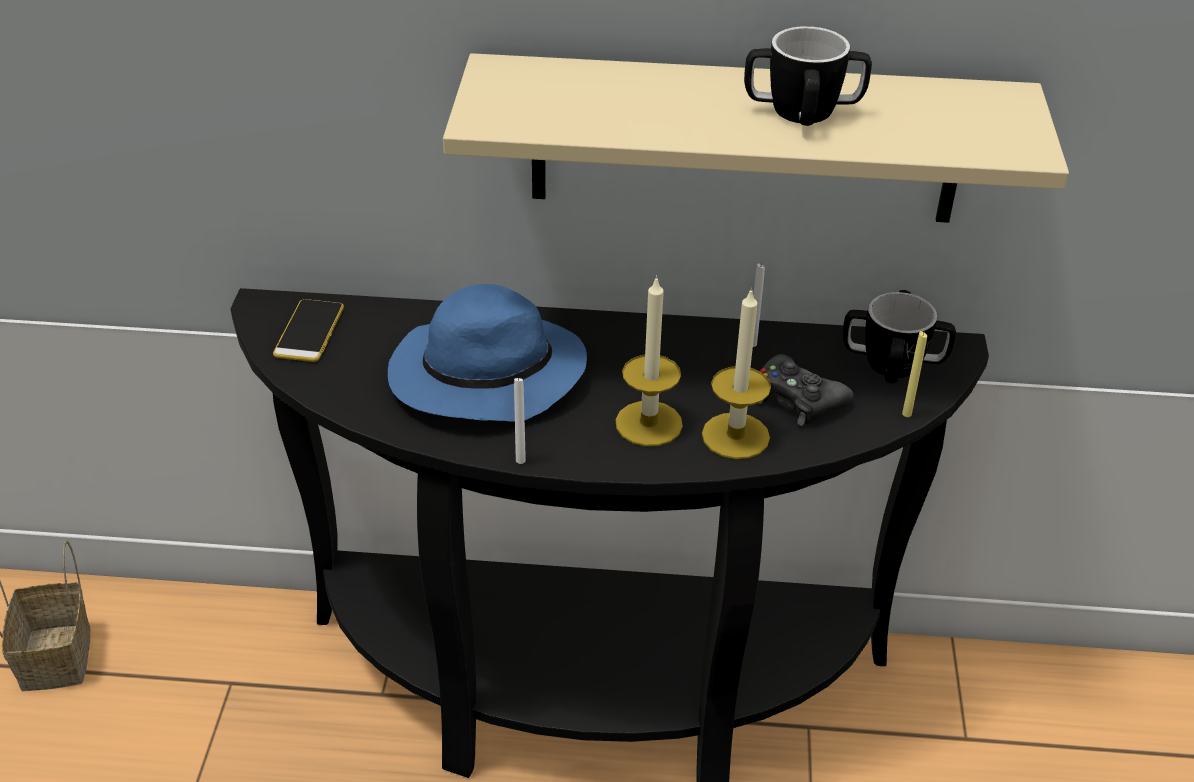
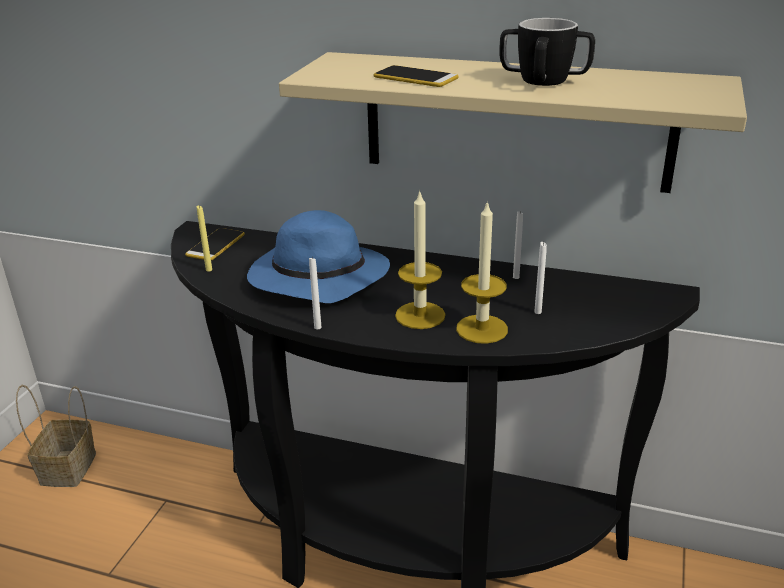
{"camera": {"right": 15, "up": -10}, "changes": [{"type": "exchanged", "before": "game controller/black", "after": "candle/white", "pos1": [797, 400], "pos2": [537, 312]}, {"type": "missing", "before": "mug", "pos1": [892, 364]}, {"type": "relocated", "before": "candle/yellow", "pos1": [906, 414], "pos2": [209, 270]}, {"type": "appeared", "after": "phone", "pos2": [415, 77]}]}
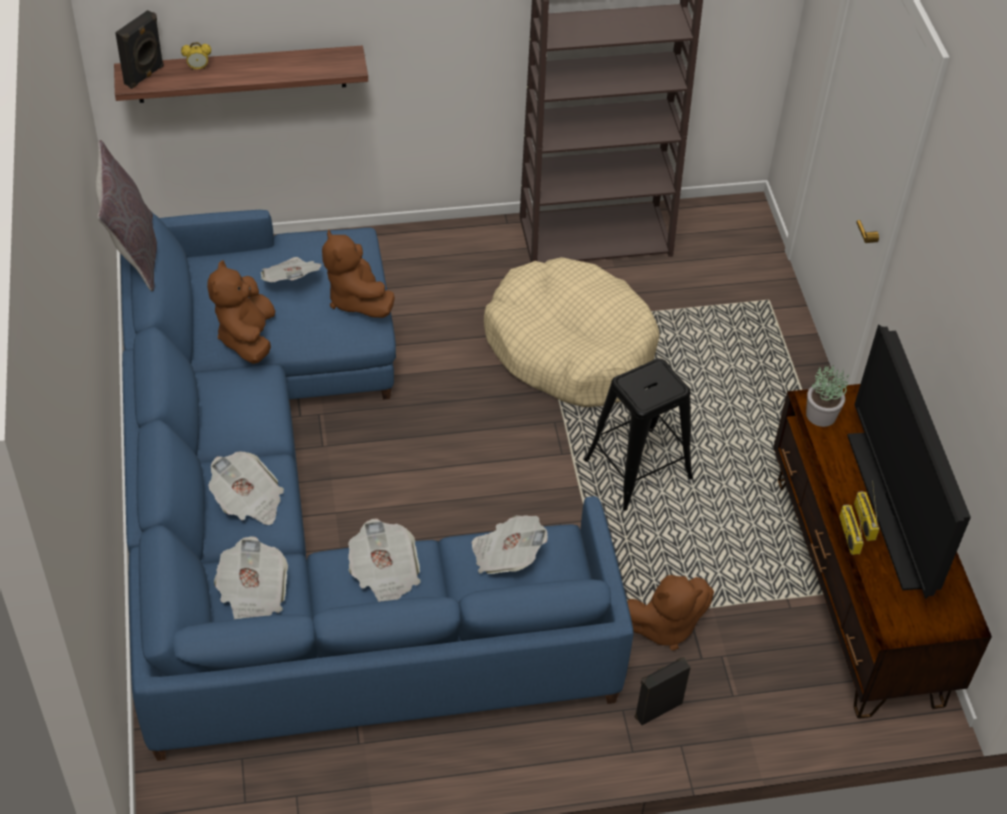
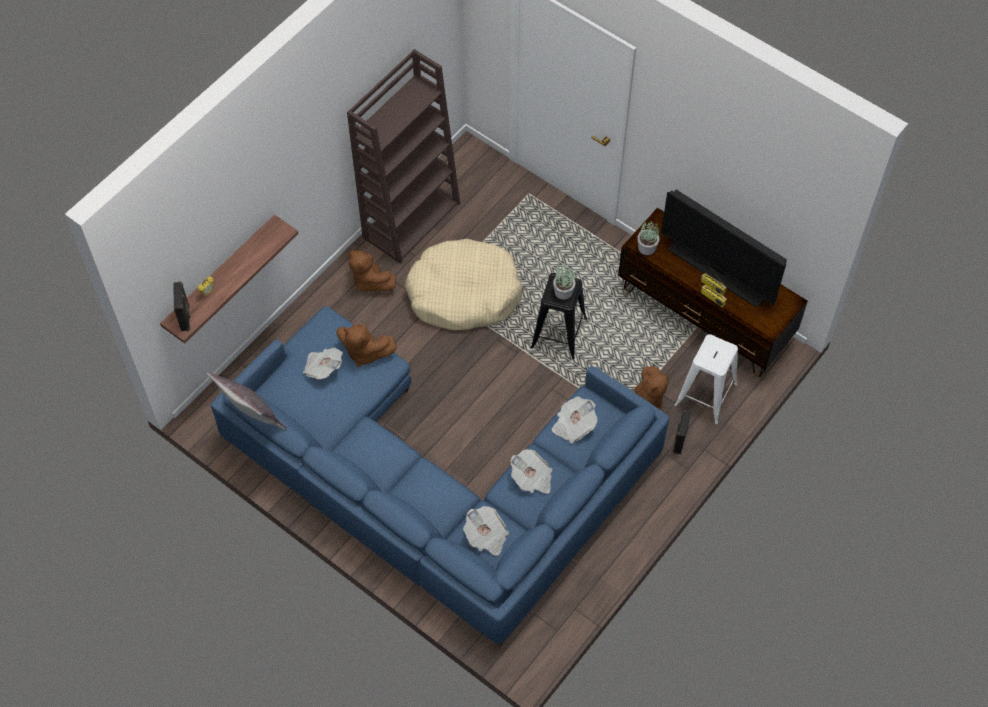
{"camera": {"right": -40, "up": 10}, "changes": [{"type": "relocated", "before": "plush toy/brown", "pos1": [247, 338], "pos2": [370, 281]}, {"type": "missing", "before": "newspaper", "pos1": [248, 501]}, {"type": "appeared", "after": "potted plant", "pos2": [563, 291]}, {"type": "appeared", "after": "stool/white", "pos2": [706, 394]}]}
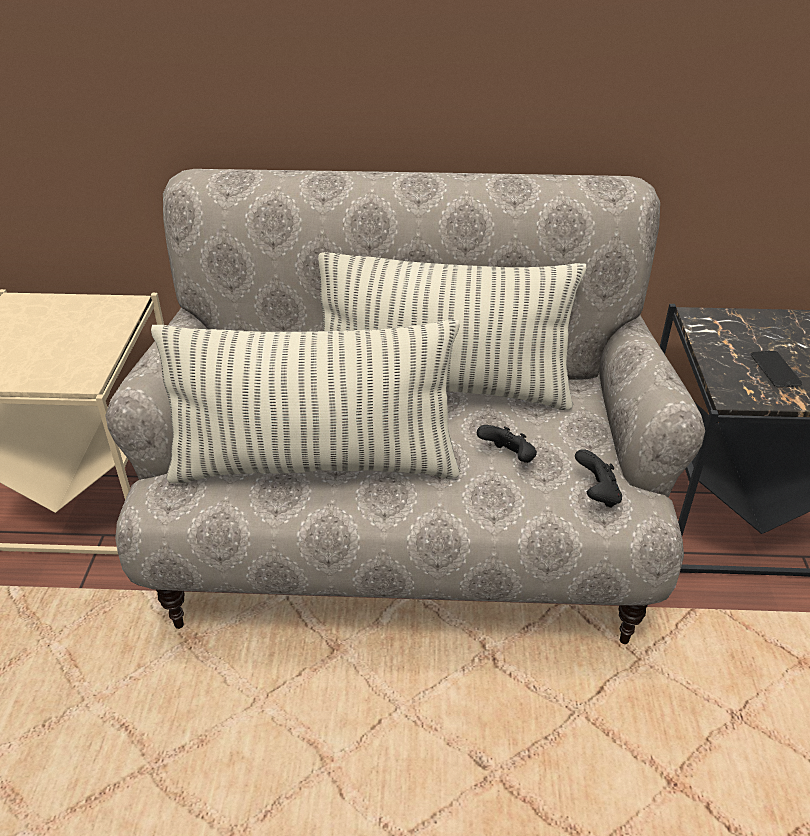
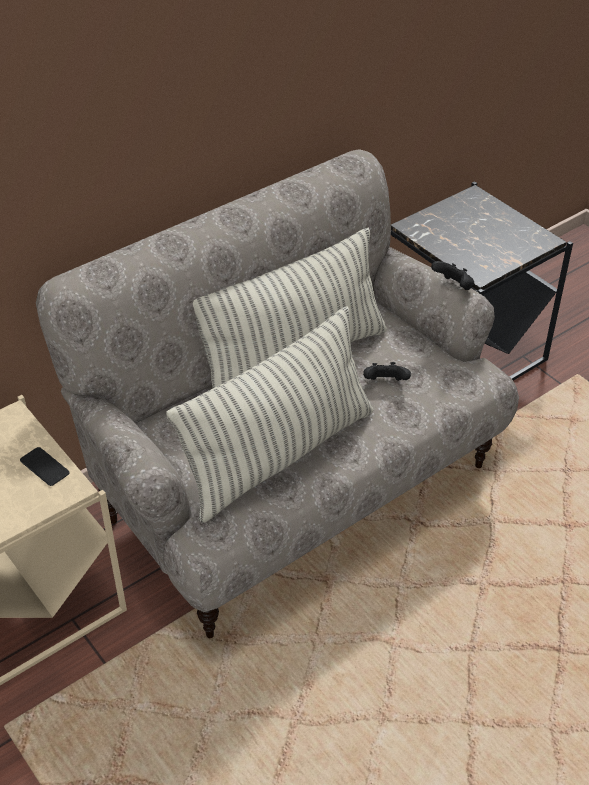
{"camera": {"right": -40, "up": 5}, "changes": [{"type": "relocated", "before": "game controller/black", "pos1": [596, 494], "pos2": [453, 287]}, {"type": "relocated", "before": "phone", "pos1": [775, 370], "pos2": [44, 467]}]}
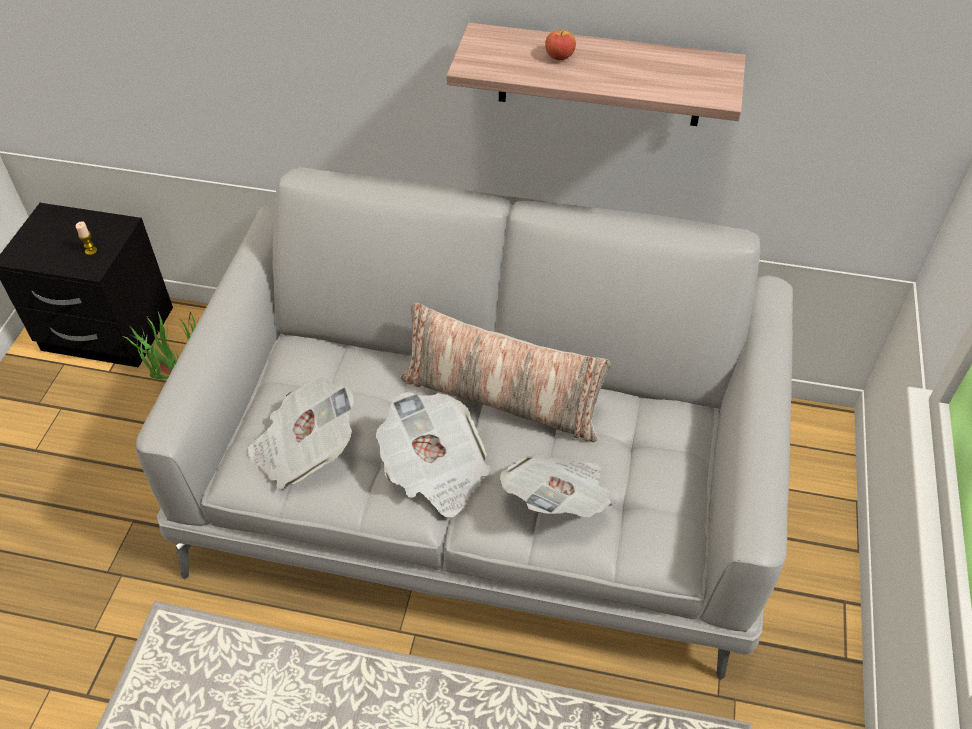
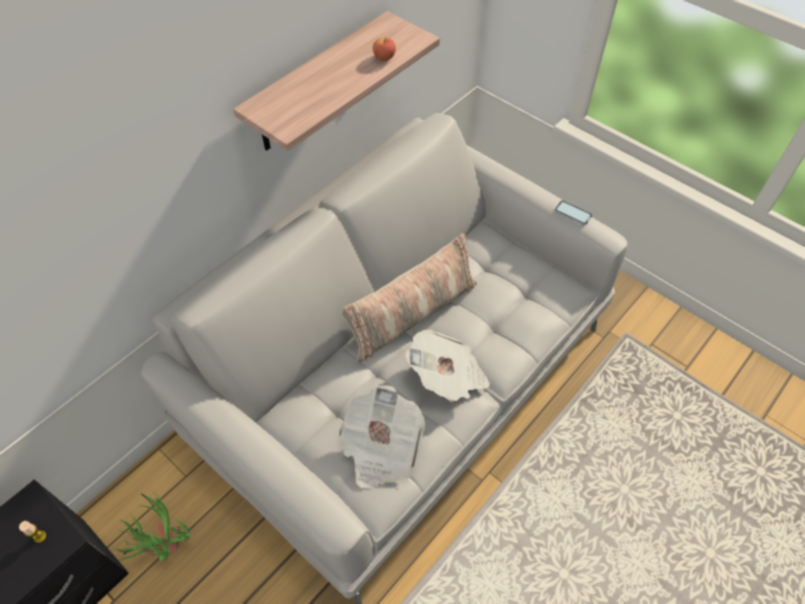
{"camera": {"right": -60, "up": 5}, "changes": [{"type": "missing", "before": "newspaper", "pos1": [558, 500]}, {"type": "relocated", "before": "apple", "pos1": [559, 56], "pos2": [384, 57]}, {"type": "appeared", "after": "phone", "pos2": [572, 213]}]}
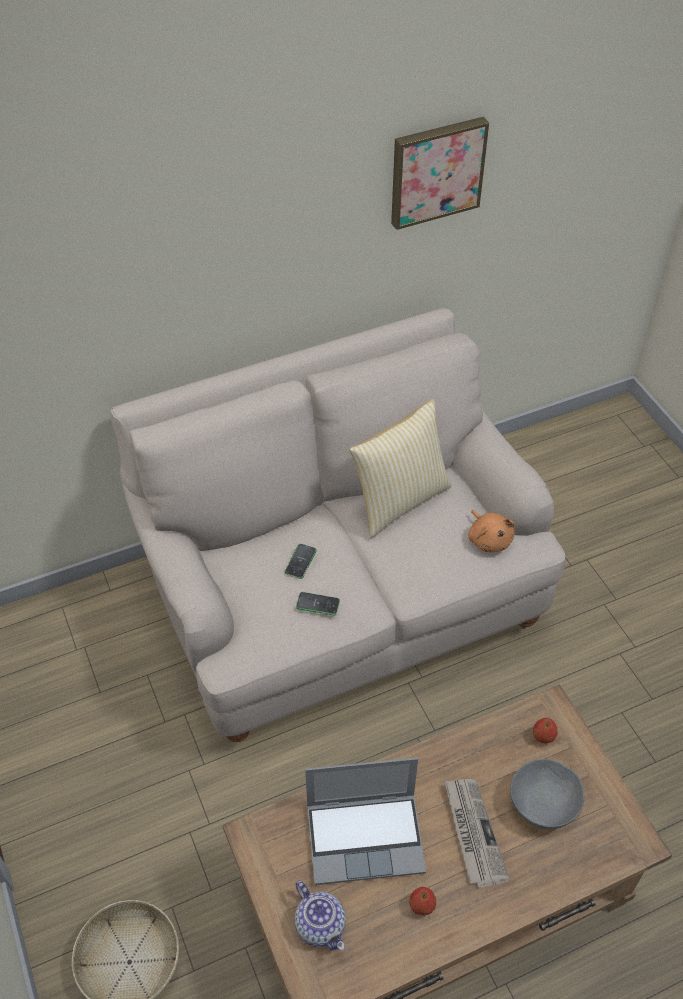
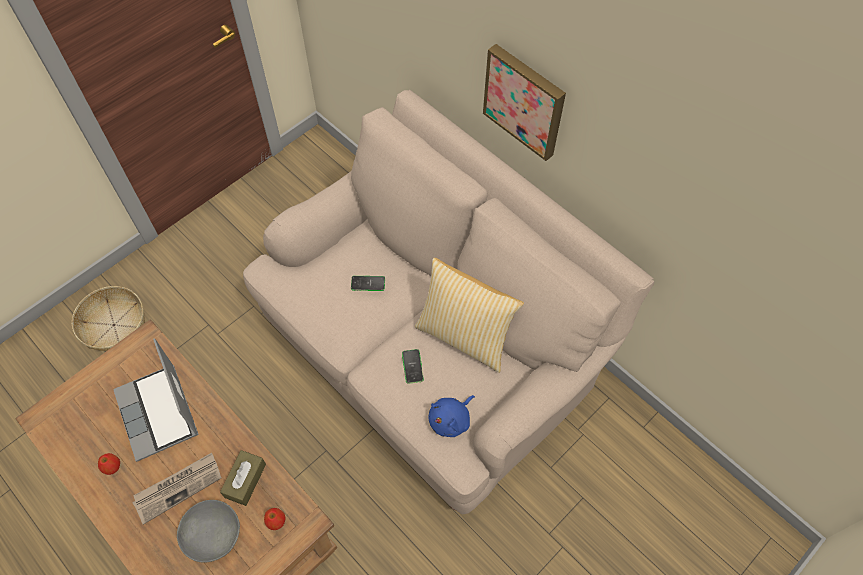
{"camera": {"right": 70, "up": 10}, "changes": [{"type": "missing", "before": "teapot", "pos1": [320, 924]}, {"type": "relocated", "before": "phone", "pos1": [318, 604], "pos2": [412, 366]}, {"type": "relocated", "before": "picture", "pos1": [436, 171], "pos2": [525, 101]}, {"type": "colour", "before": "plush toy/orange", "after": "plush toy/blue", "pos1": [489, 539], "pos2": [451, 420]}, {"type": "appeared", "after": "tissue box/brown", "pos2": [245, 480]}]}
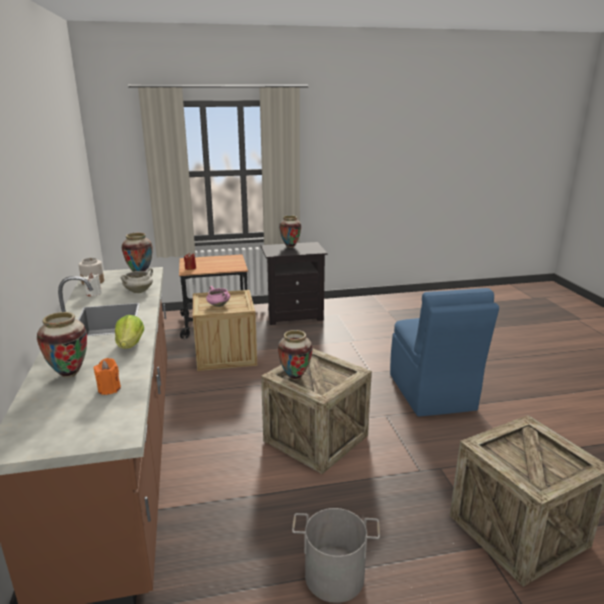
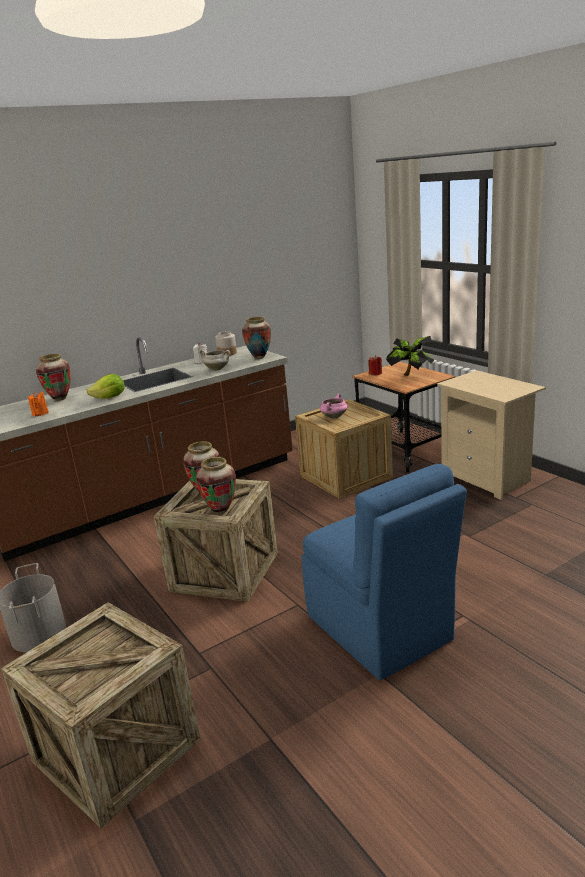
{"camera": {"right": 70, "up": 0}, "changes": [{"type": "colour", "before": "nightstand/black", "after": "nightstand/beige", "pos1": [293, 315], "pos2": [488, 478]}, {"type": "relocated", "before": "vase", "pos1": [290, 246], "pos2": [221, 511]}, {"type": "spun", "before": "chair/blue", "pos1": [432, 393], "pos2": [380, 630], "turn": -90}, {"type": "appeared", "after": "potted plant", "pos2": [411, 376]}]}
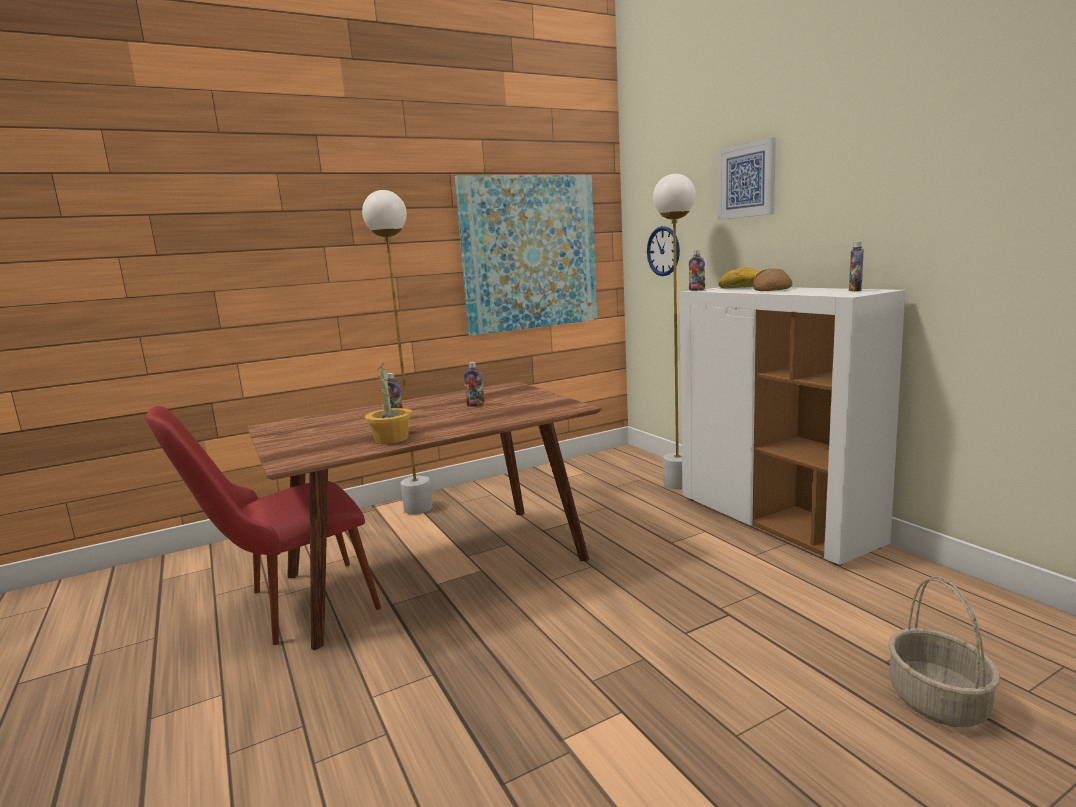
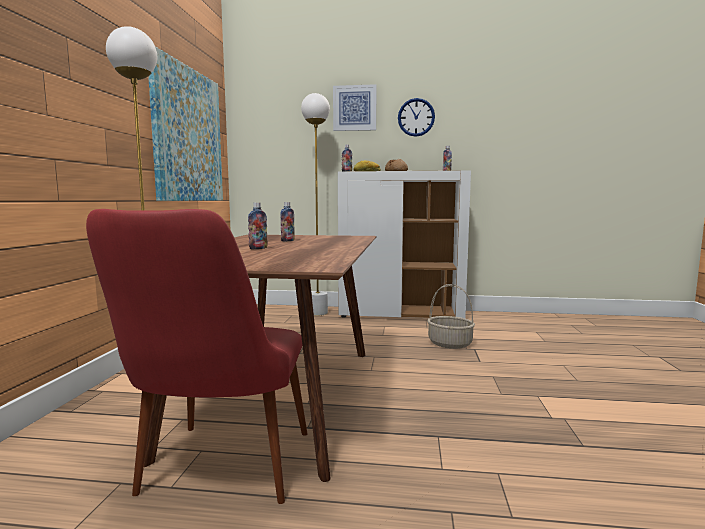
{"camera": {"right": -55, "up": -5}, "changes": [{"type": "missing", "before": "potted plant", "pos1": [392, 438]}, {"type": "relocated", "before": "wall clock", "pos1": [663, 251], "pos2": [416, 117]}, {"type": "relocated", "before": "basket", "pos1": [938, 702], "pos2": [450, 343]}]}
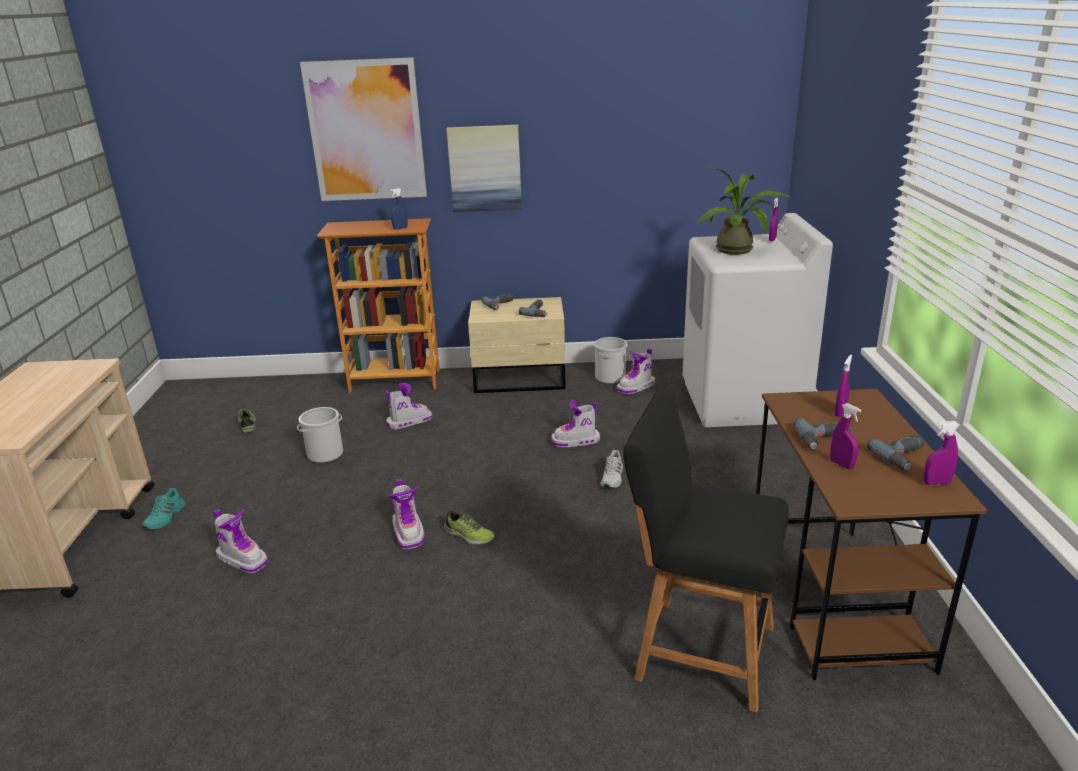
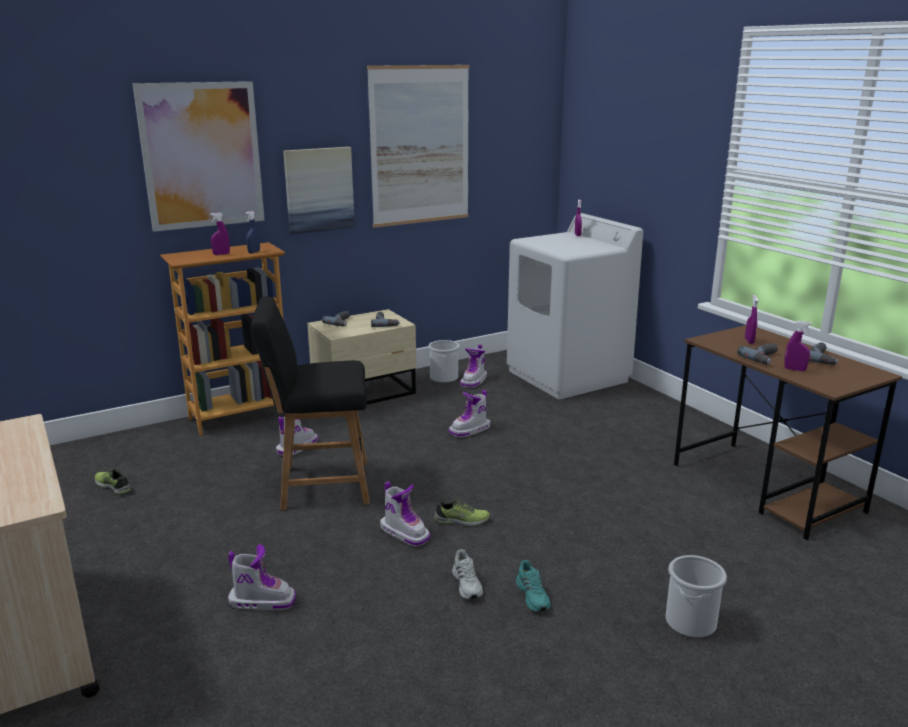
{"camera": {"right": -30, "up": -5}, "changes": [{"type": "relocated", "before": "shoe/turquoise", "pos1": [165, 518], "pos2": [533, 596]}, {"type": "relocated", "before": "bucket", "pos1": [325, 454], "pos2": [690, 622]}, {"type": "relocated", "before": "shoe/white", "pos1": [613, 478], "pos2": [467, 584]}, {"type": "relocated", "before": "stool/black", "pos1": [697, 650], "pos2": [319, 485]}, {"type": "missing", "before": "potted plant", "pos1": [738, 251]}, {"type": "relocated", "before": "spray bottle/purple", "pos1": [936, 483], "pos2": [221, 254]}, {"type": "appeared", "after": "picture", "pos2": [420, 146]}]}
